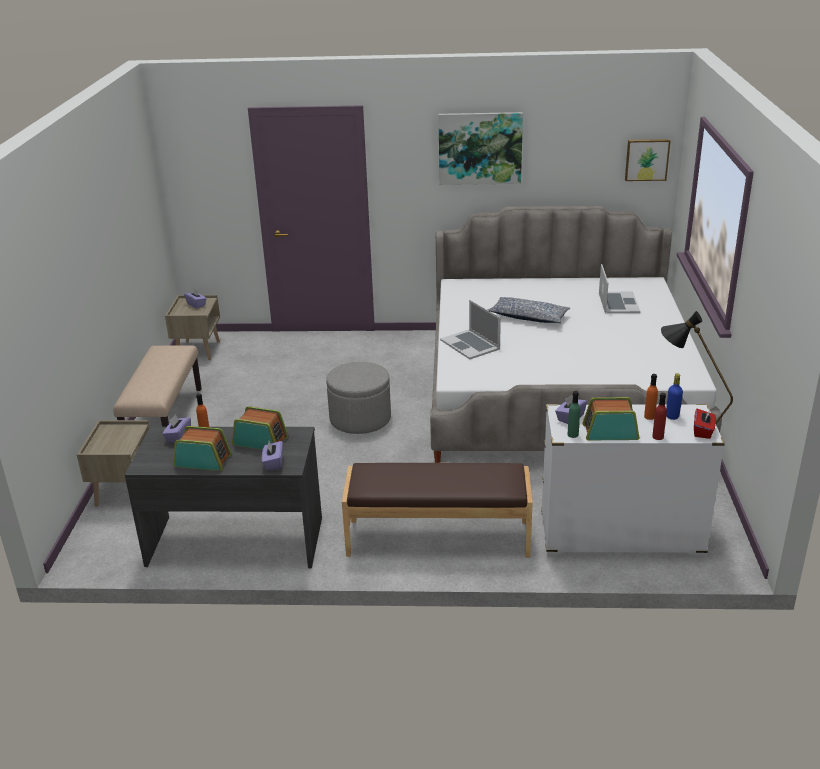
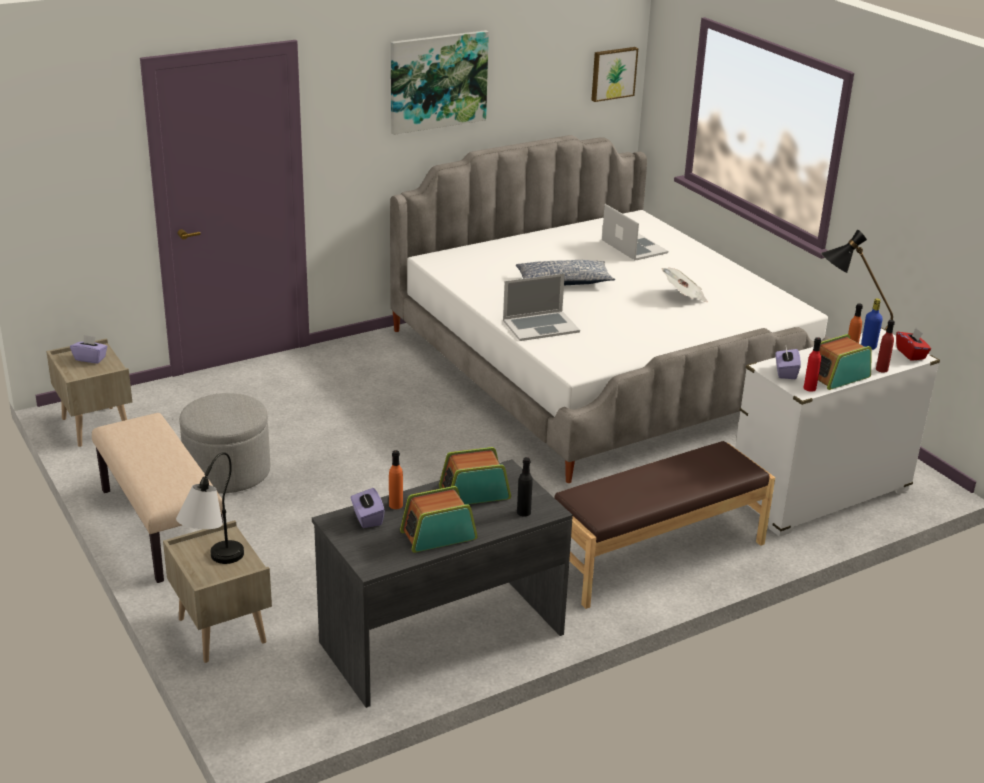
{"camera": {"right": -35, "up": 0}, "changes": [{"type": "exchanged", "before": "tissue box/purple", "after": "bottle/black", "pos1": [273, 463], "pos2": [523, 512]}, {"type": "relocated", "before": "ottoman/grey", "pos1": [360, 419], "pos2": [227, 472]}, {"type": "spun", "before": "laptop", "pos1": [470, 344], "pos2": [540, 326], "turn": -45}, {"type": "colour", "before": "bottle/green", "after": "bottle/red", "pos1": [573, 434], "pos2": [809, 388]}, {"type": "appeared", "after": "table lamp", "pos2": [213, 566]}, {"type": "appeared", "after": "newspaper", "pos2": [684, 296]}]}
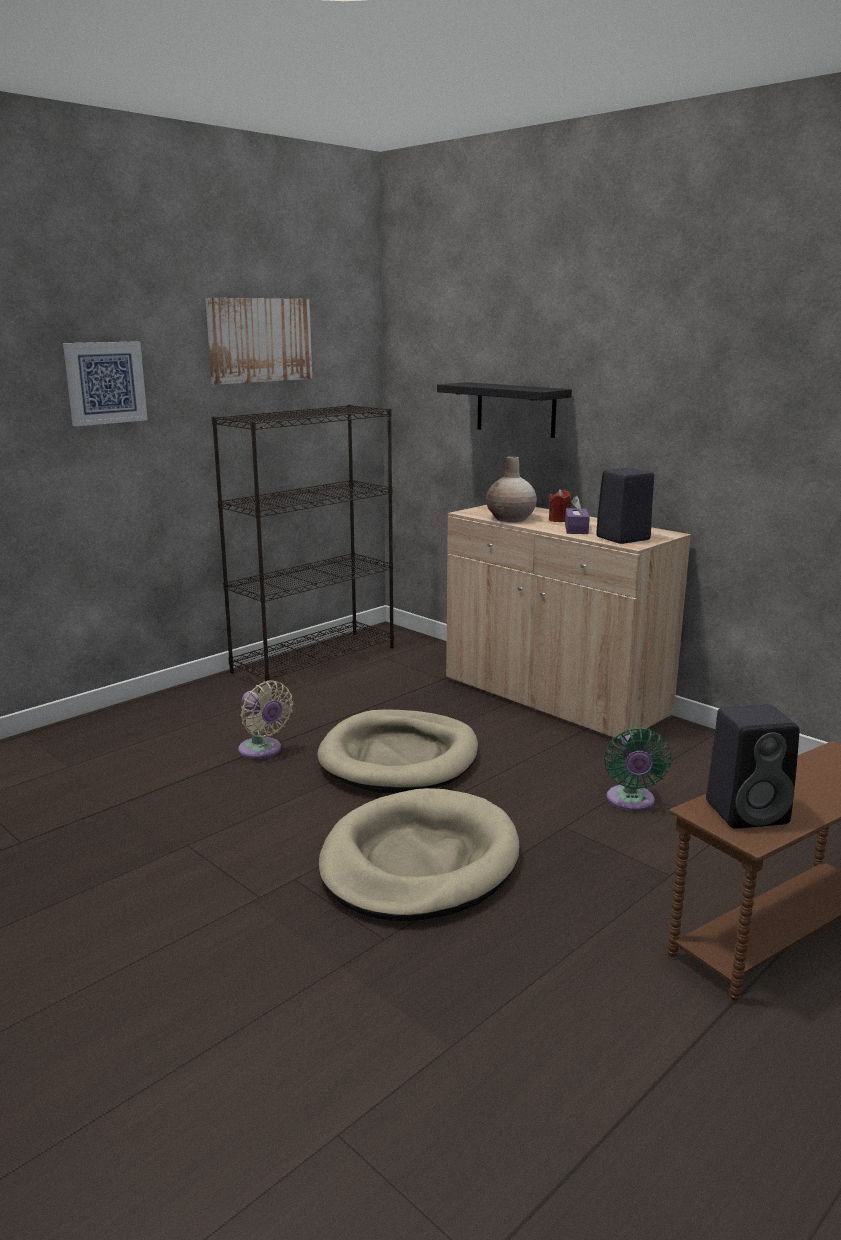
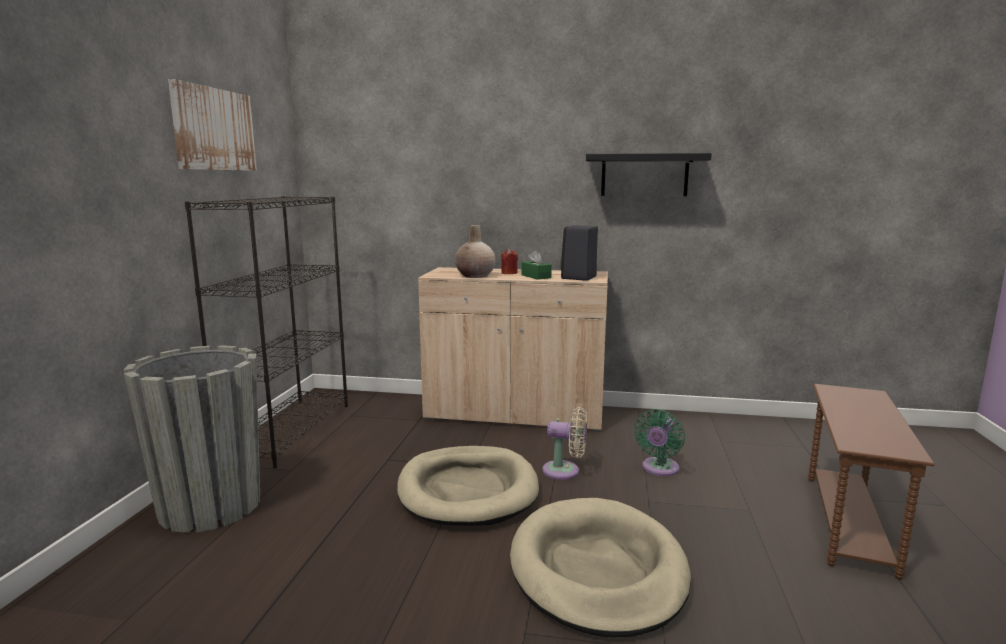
{"camera": {"right": -35, "up": -5}, "changes": [{"type": "missing", "before": "picture", "pos1": [105, 383]}, {"type": "relocated", "before": "fan/beige", "pos1": [262, 751], "pos2": [565, 471]}, {"type": "relocated", "before": "shelf/black", "pos1": [516, 409], "pos2": [644, 175]}, {"type": "colour", "before": "tissue box/purple", "after": "tissue box/green", "pos1": [576, 529], "pos2": [536, 276]}, {"type": "spun", "before": "fan/green", "pos1": [631, 802], "pos2": [659, 469], "turn": 60}, {"type": "missing", "before": "speaker/black", "pos1": [748, 812]}, {"type": "appeared", "after": "planter/grey", "pos2": [210, 506]}]}
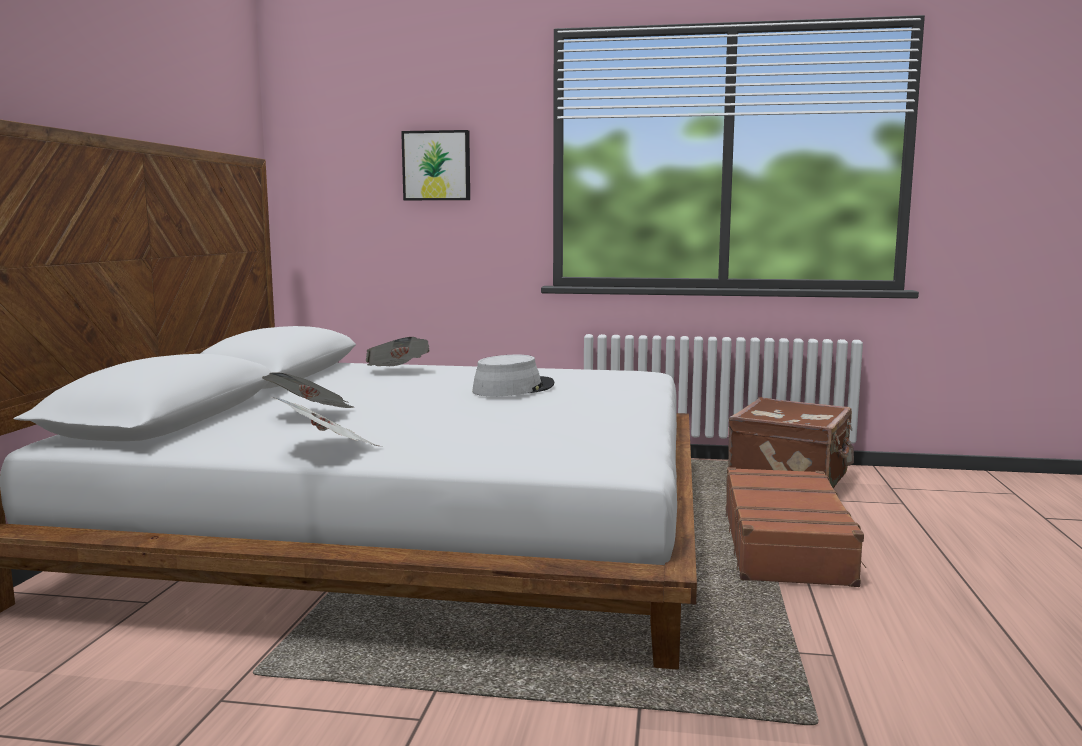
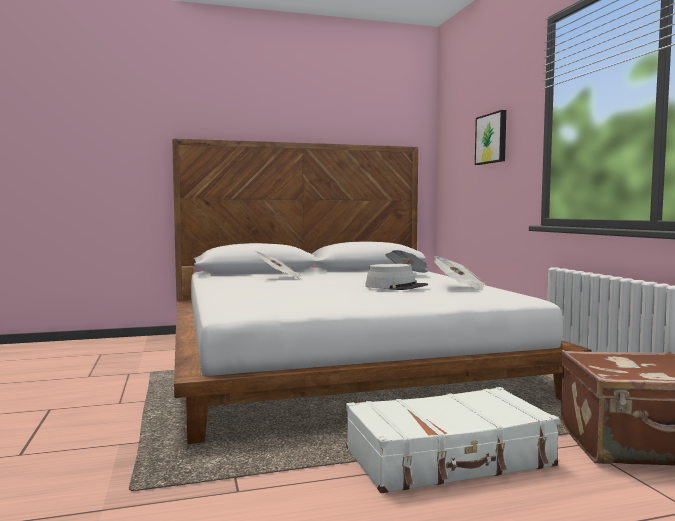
{"camera": {"right": 65, "up": -5}, "changes": [{"type": "relocated", "before": "newspaper", "pos1": [328, 449], "pos2": [460, 288]}, {"type": "colour", "before": "suitcase/brown", "after": "suitcase/white", "pos1": [786, 545], "pos2": [449, 458]}]}
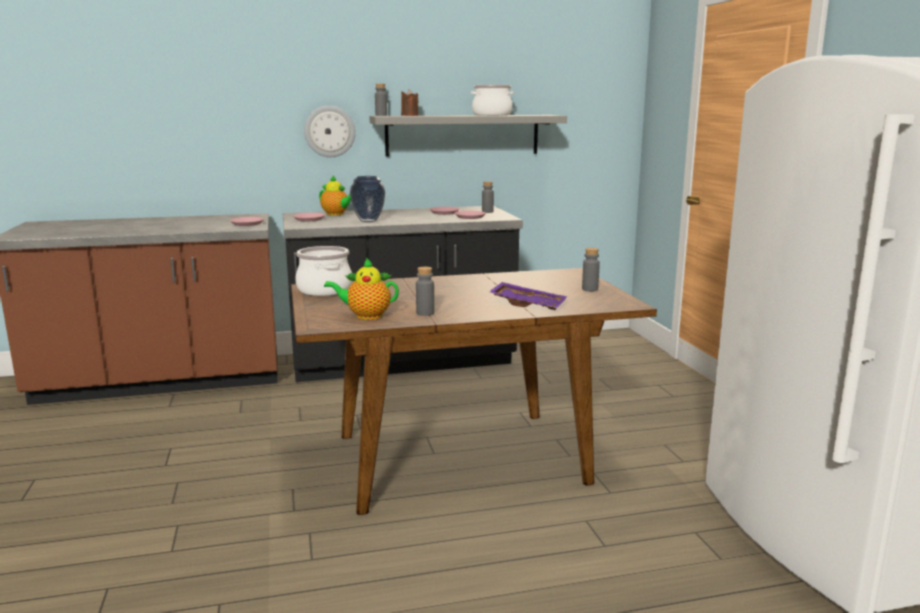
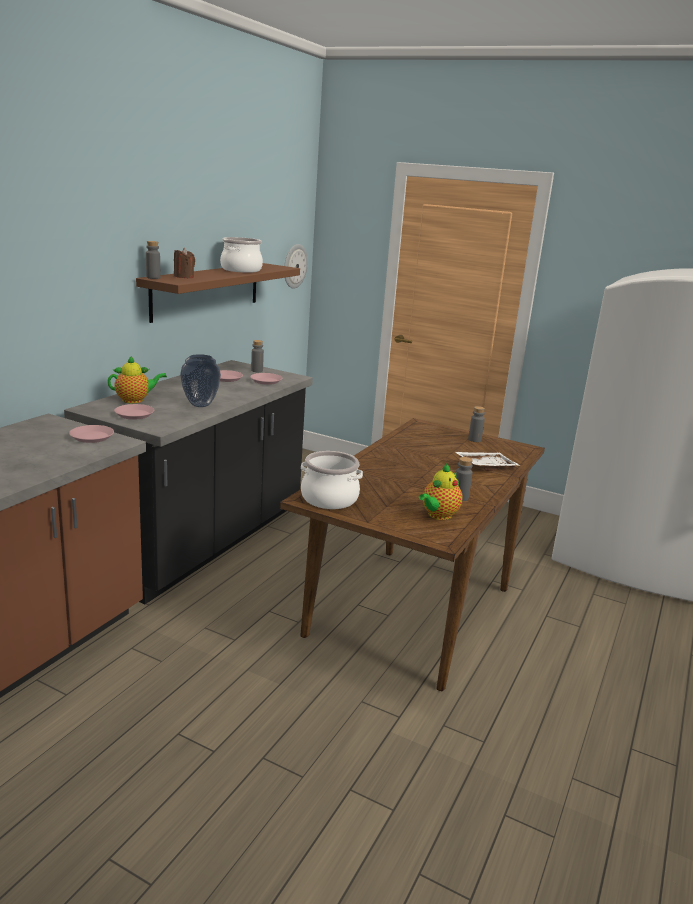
{"camera": {"right": -50, "up": 5}, "changes": [{"type": "relocated", "before": "wall clock", "pos1": [329, 131], "pos2": [294, 266]}, {"type": "colour", "before": "shelf/grey", "after": "shelf/brown", "pos1": [462, 135], "pos2": [207, 290]}, {"type": "colour", "before": "tray/purple", "after": "tray/white", "pos1": [528, 304], "pos2": [485, 466]}]}
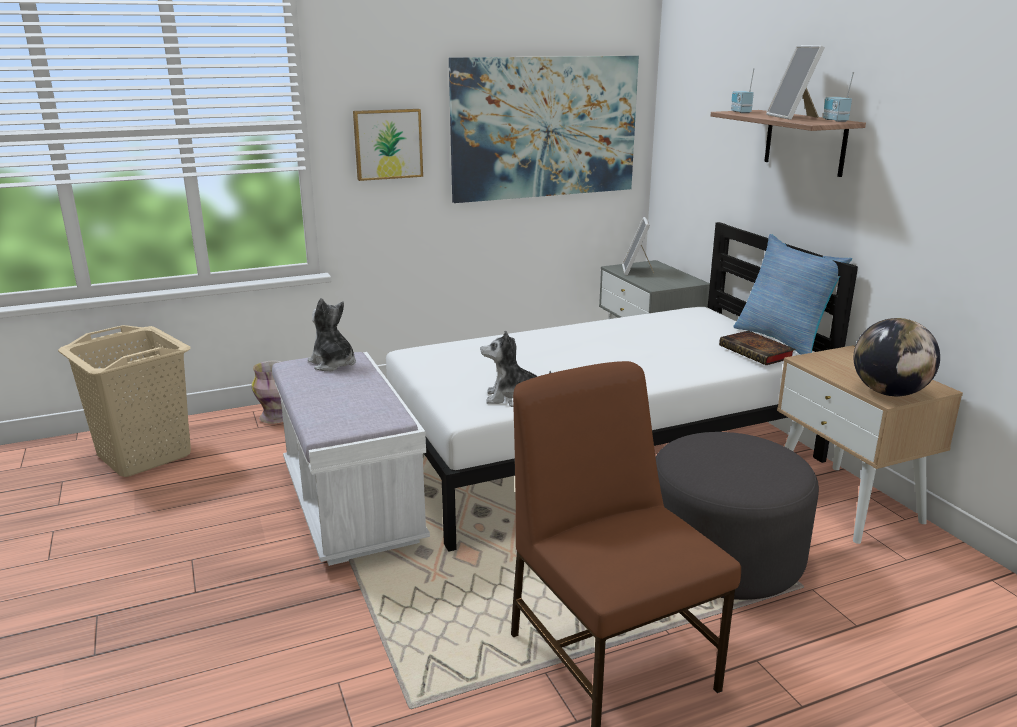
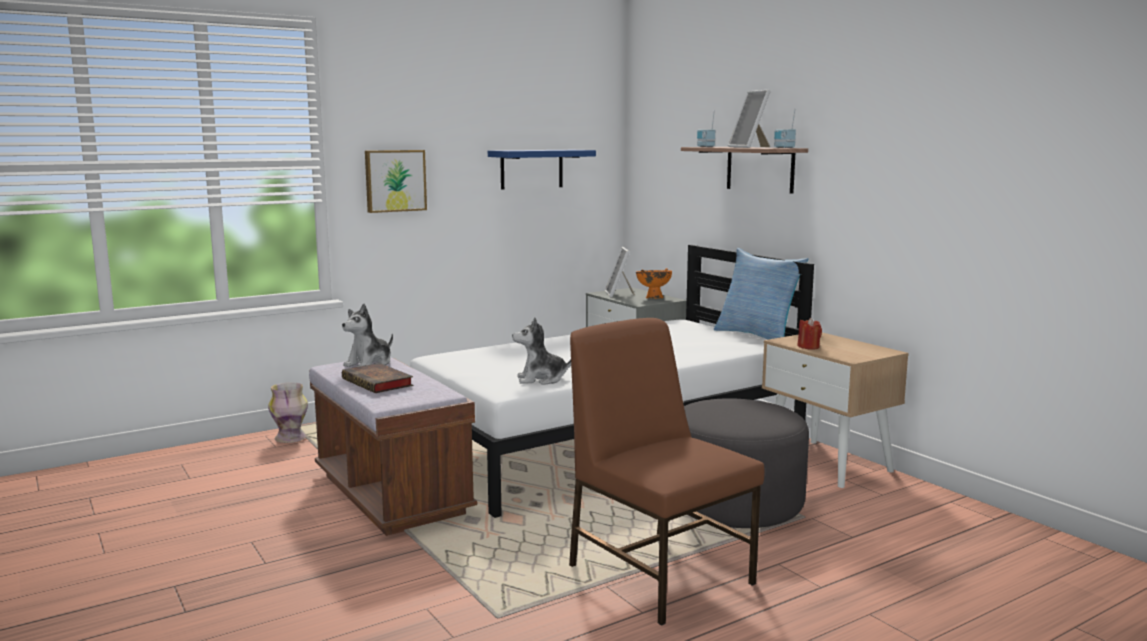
{"camera": {"right": -10, "up": -10}, "changes": [{"type": "missing", "before": "laundry basket/beige", "pos1": [145, 455]}, {"type": "colour", "before": "bench/white", "after": "bench/brown", "pos1": [351, 506], "pos2": [391, 495]}, {"type": "spun", "before": "plush toy", "pos1": [333, 364], "pos2": [369, 364], "turn": -90}, {"type": "exchanged", "before": "picture", "after": "shelf/blue", "pos1": [545, 127], "pos2": [531, 169]}, {"type": "relocated", "before": "book", "pos1": [758, 352], "pos2": [379, 383]}, {"type": "missing", "before": "globe", "pos1": [889, 393]}, {"type": "appeared", "after": "bowl/orange", "pos2": [653, 298]}, {"type": "appeared", "after": "candle/red", "pos2": [808, 347]}]}
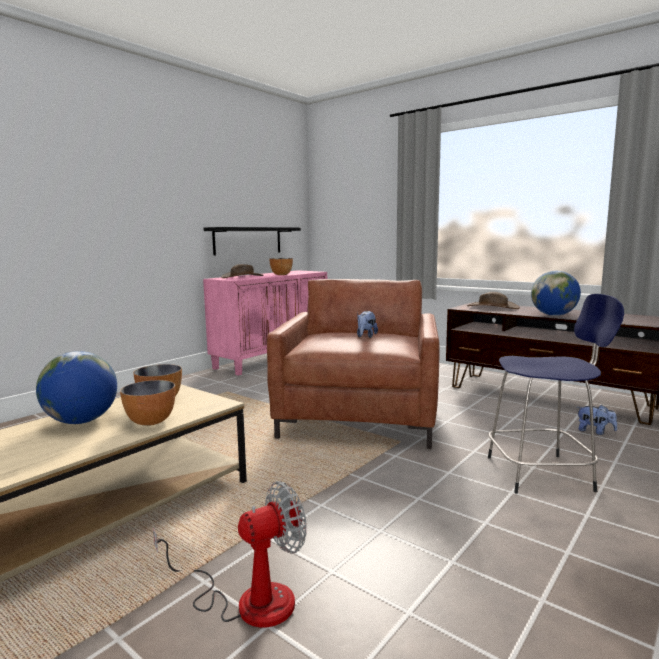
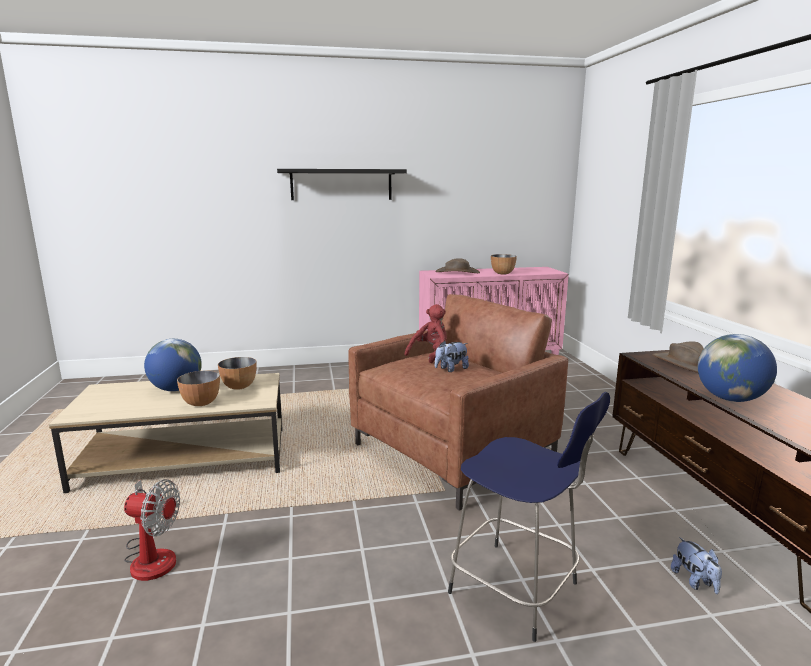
{"camera": {"right": 40, "up": 5}, "changes": [{"type": "relocated", "before": "shelf/black", "pos1": [248, 240], "pos2": [341, 184]}, {"type": "appeared", "after": "plush toy/red", "pos2": [430, 354]}]}
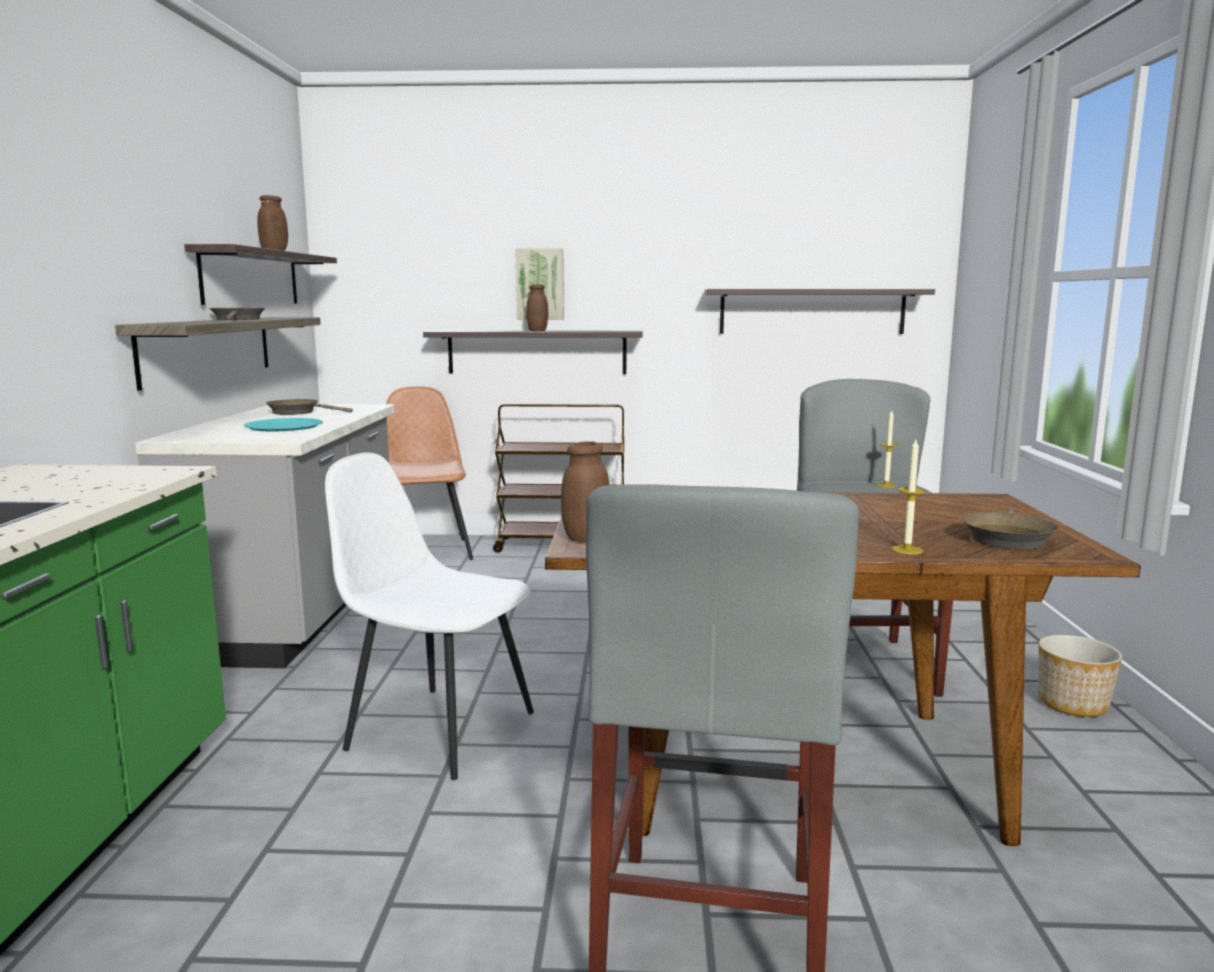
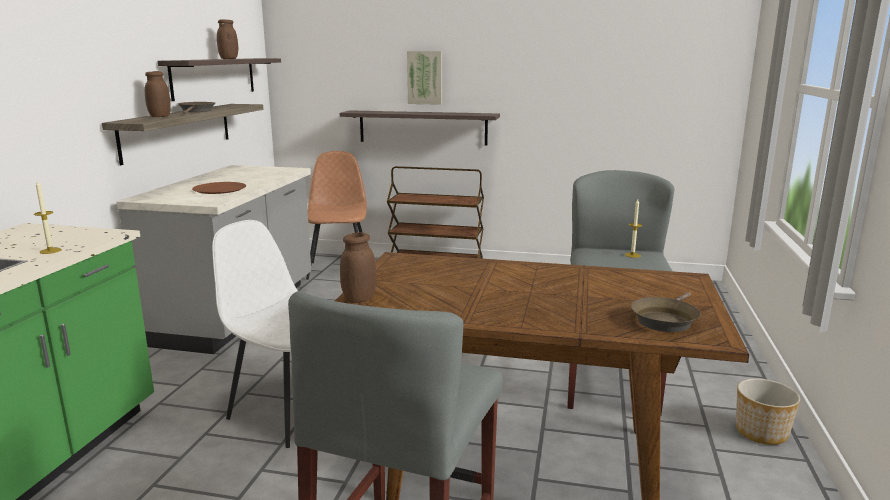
{"camera": {"right": 10, "up": 5}, "changes": [{"type": "colour", "before": "plate/turquoise", "after": "plate/brown", "pos1": [284, 426], "pos2": [219, 189]}, {"type": "missing", "before": "frying pan/brown", "pos1": [298, 412]}, {"type": "relocated", "before": "jar/brown", "pos1": [537, 331], "pos2": [160, 116]}, {"type": "missing", "before": "shelf", "pos1": [812, 311]}, {"type": "relocated", "before": "candle", "pos1": [907, 550], "pos2": [50, 251]}]}
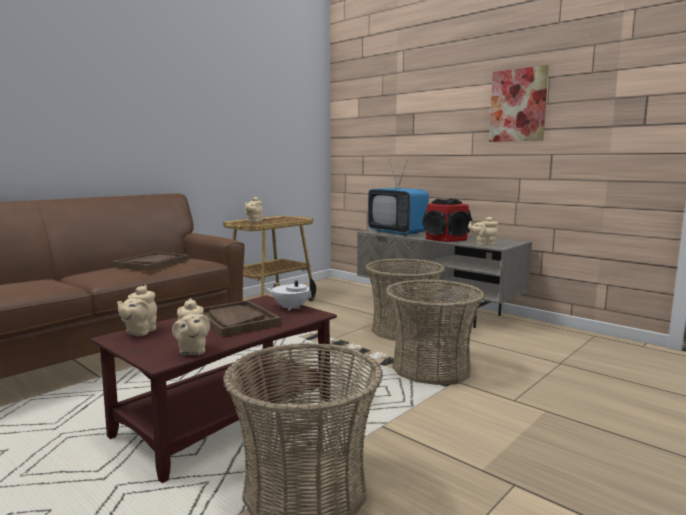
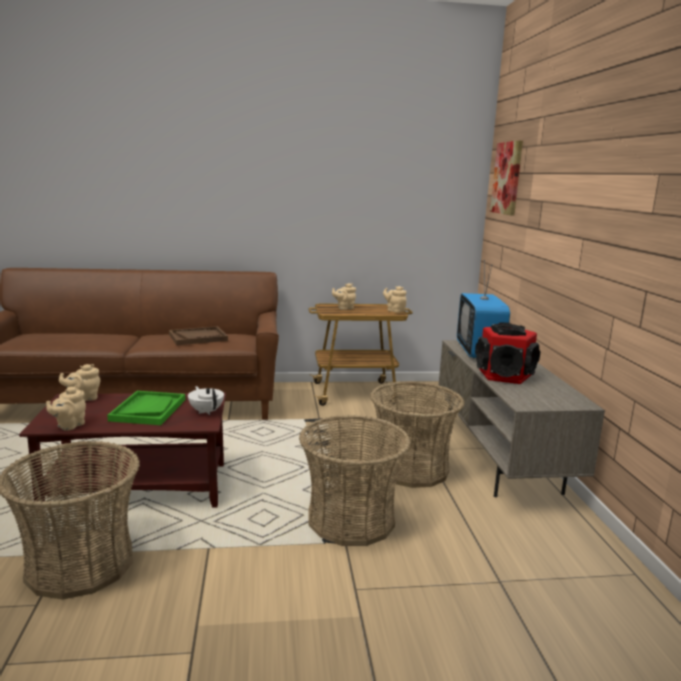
{"camera": {"right": 40, "up": 5}, "changes": [{"type": "colour", "before": "tray/brown", "after": "tray/green", "pos1": [236, 320], "pos2": [148, 410]}, {"type": "relocated", "before": "teapot/beige", "pos1": [483, 244], "pos2": [394, 310]}, {"type": "relocated", "before": "picture", "pos1": [518, 105], "pos2": [507, 178]}]}
